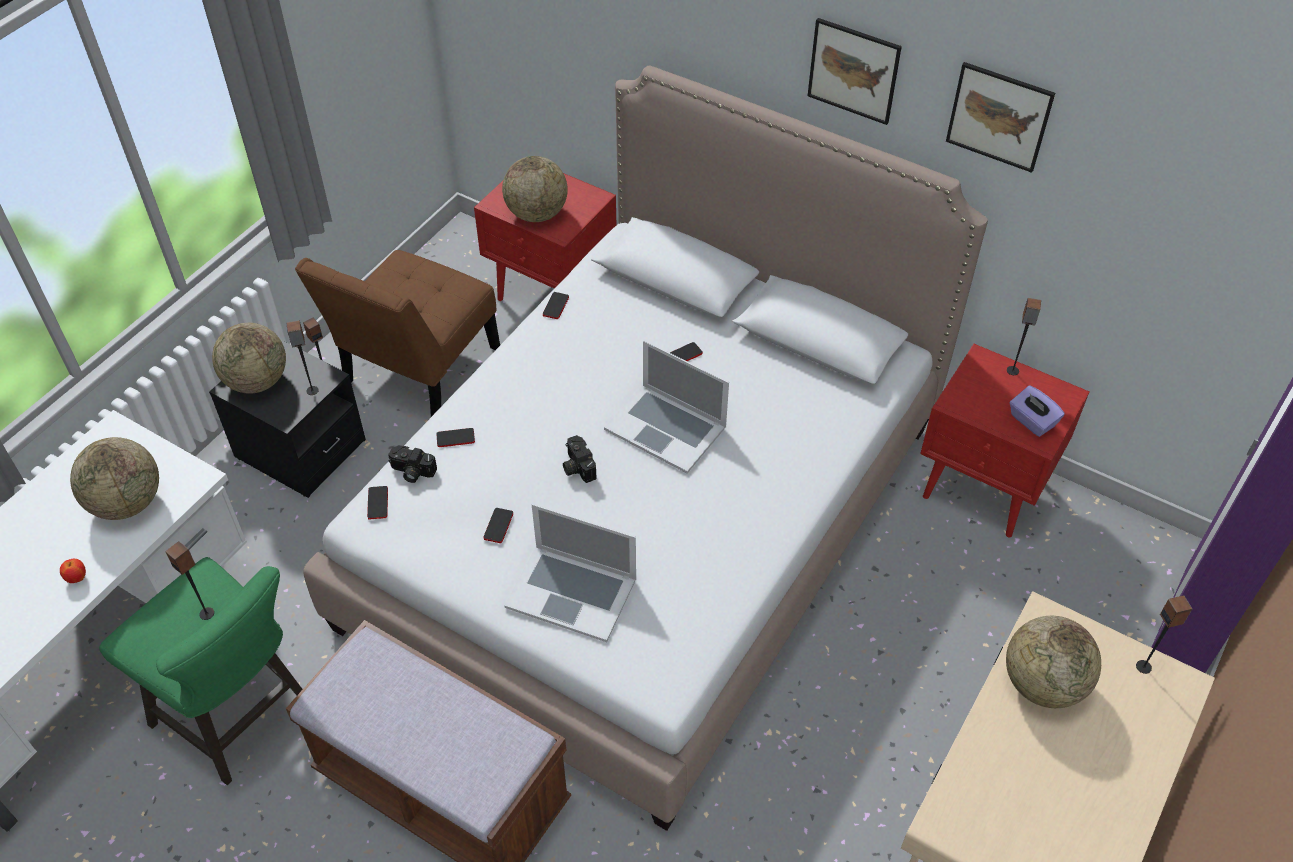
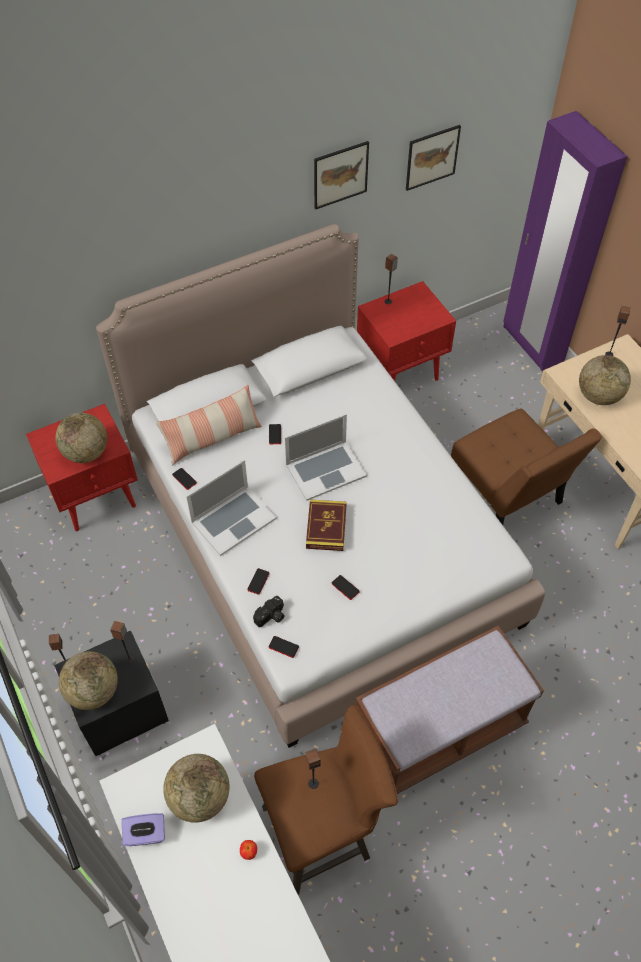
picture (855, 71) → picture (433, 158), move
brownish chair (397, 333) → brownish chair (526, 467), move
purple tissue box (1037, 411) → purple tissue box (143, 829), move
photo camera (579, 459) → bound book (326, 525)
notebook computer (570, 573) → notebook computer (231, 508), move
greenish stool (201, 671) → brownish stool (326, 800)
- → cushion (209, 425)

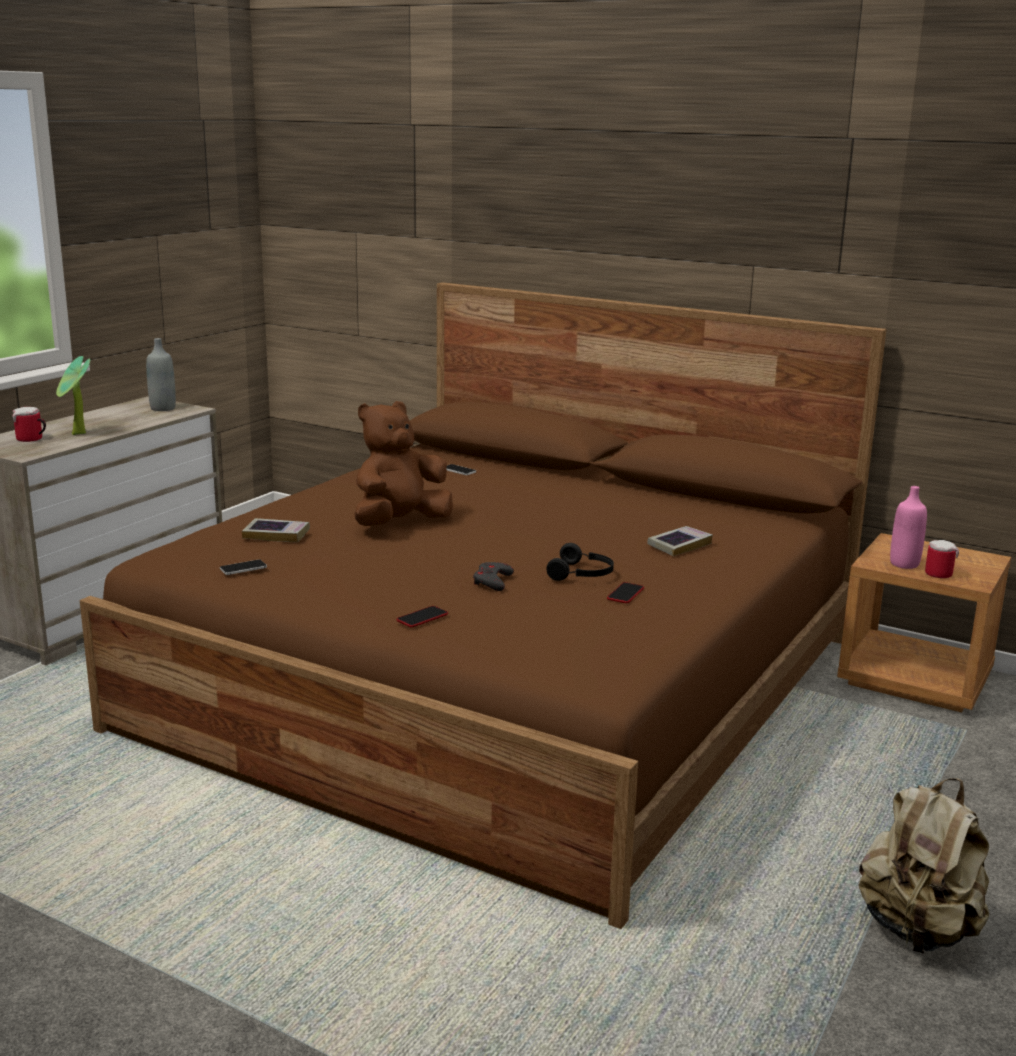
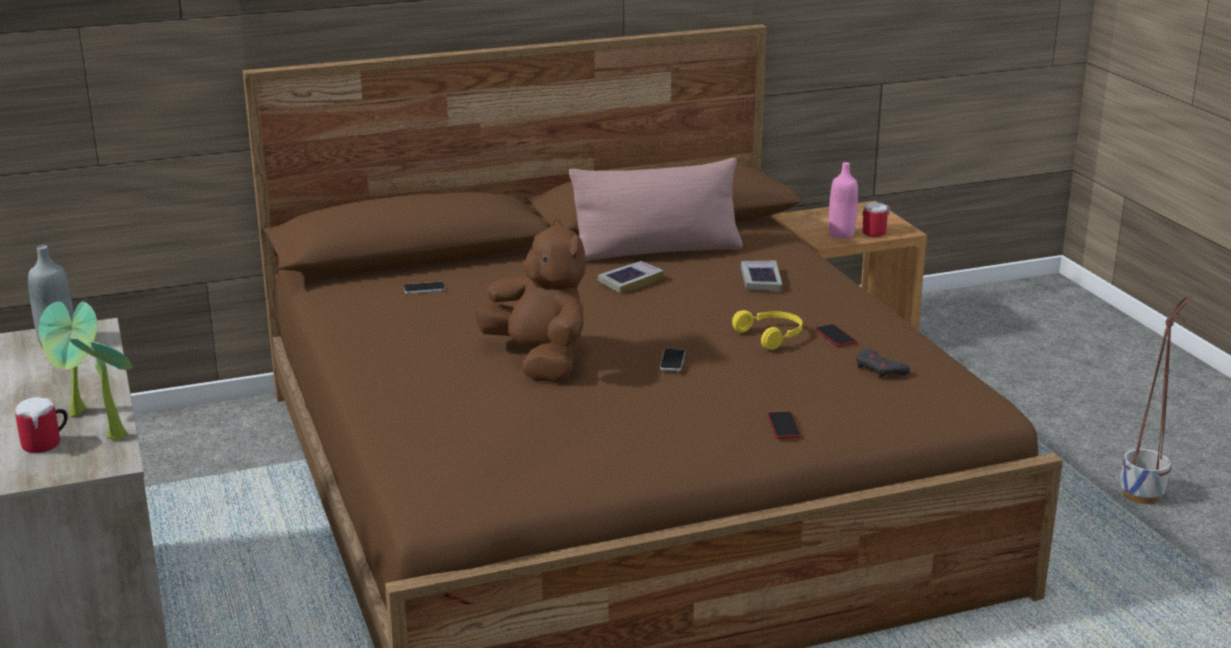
brownish soft toy (403, 463) → brownish soft toy (530, 300), 150 degrees clockwise
bound book (276, 530) → bound book (631, 277), move
black headphones (580, 562) → yellow-coloured headphones (767, 330)
handset (243, 567) → handset (672, 360), move
grey game controller (493, 576) → grey game controller (883, 363), move
beige-coloured knapsack (923, 866) → planter (1156, 399)
- → pink-coloured cushion (656, 209)
- → potted plant (101, 389)

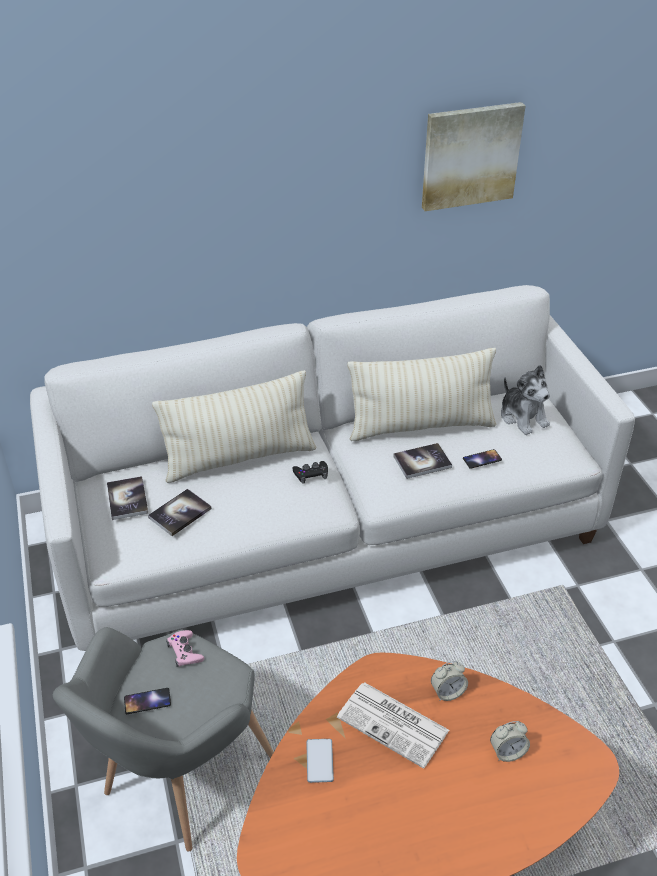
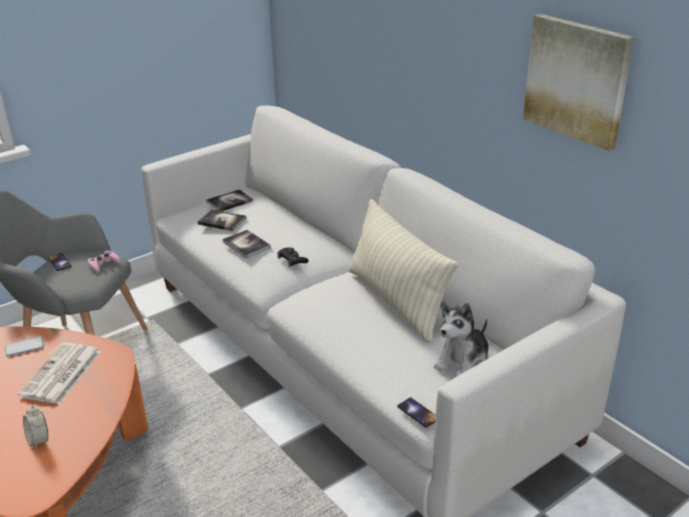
beige-coloured cushion (234, 426) → -
bound book (422, 461) → bound book (246, 244), move
handset (482, 459) → handset (416, 413), move
table clock (449, 681) → -

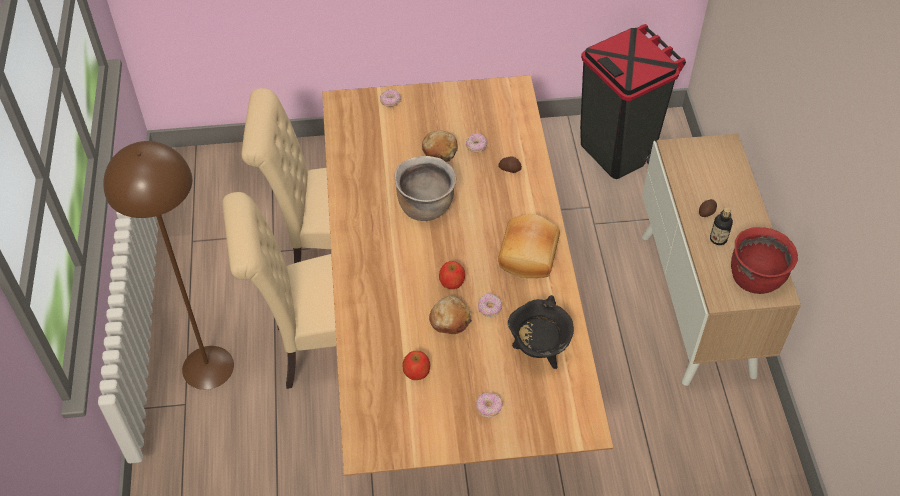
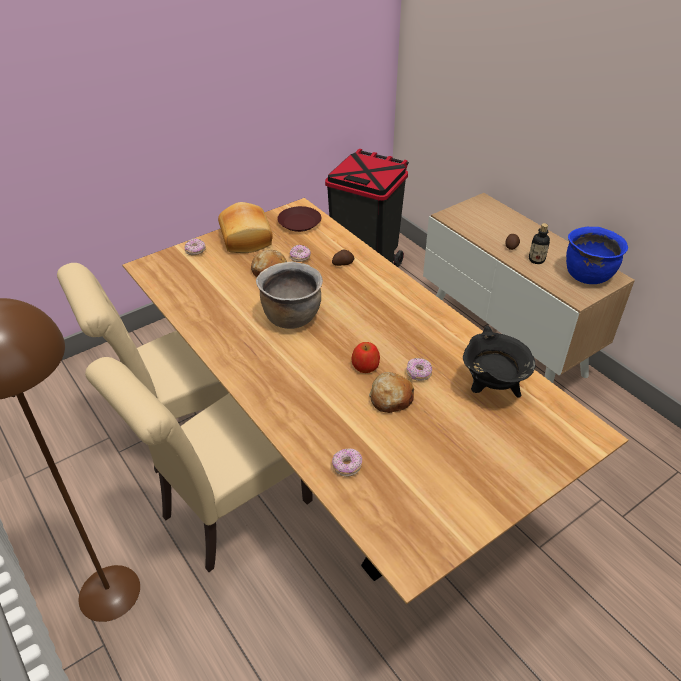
bakery bread (529, 246) → bakery bread (245, 227), move
red-coloured cooking pot (764, 260) → blue-coloured cooking pot (597, 255)
apple fruit (416, 365) → -
donut (489, 405) → donut (347, 462), move
- → brownish plate (299, 219)

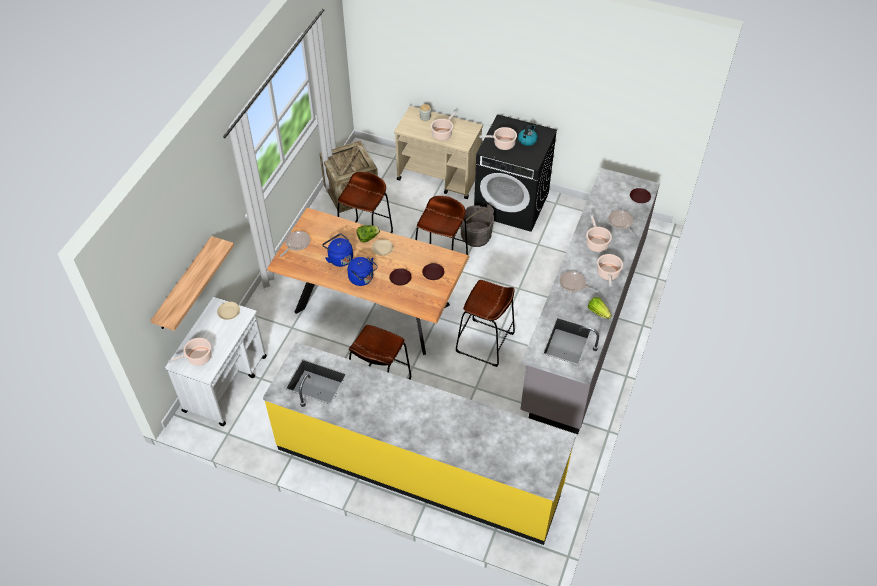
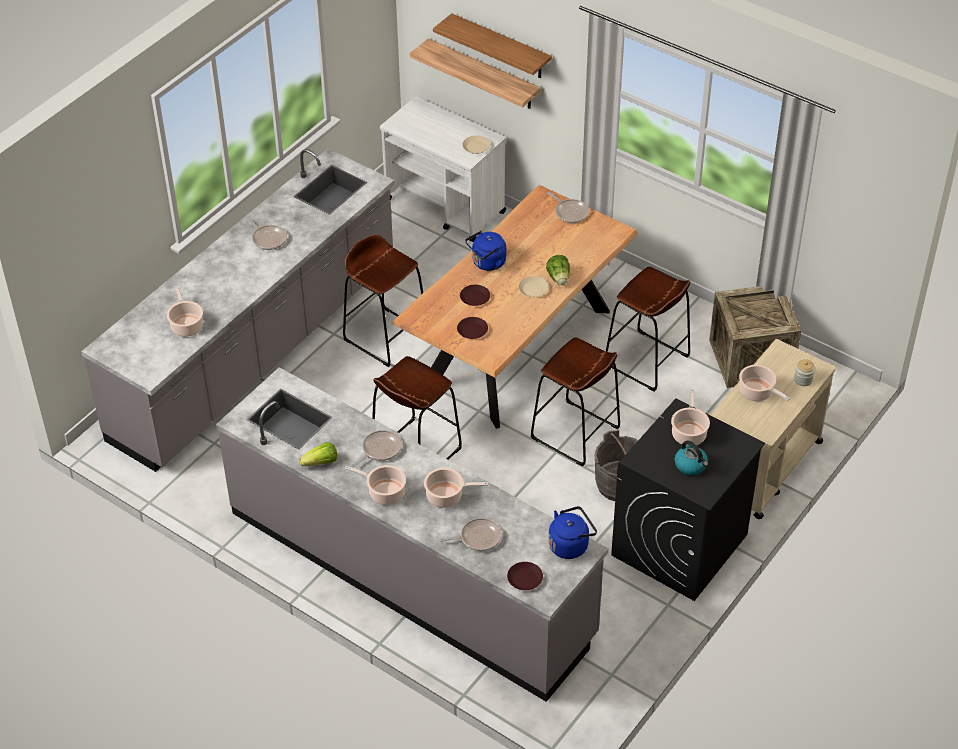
blue-coloured tea kettle (337, 250) → blue-coloured tea kettle (572, 532), move
cooking pot (190, 352) → cooking pot (185, 311), move
yellow-coloured counter (419, 443) → grey counter (238, 310)
- → bracket shelf (492, 45)
- → frying pan (266, 234)

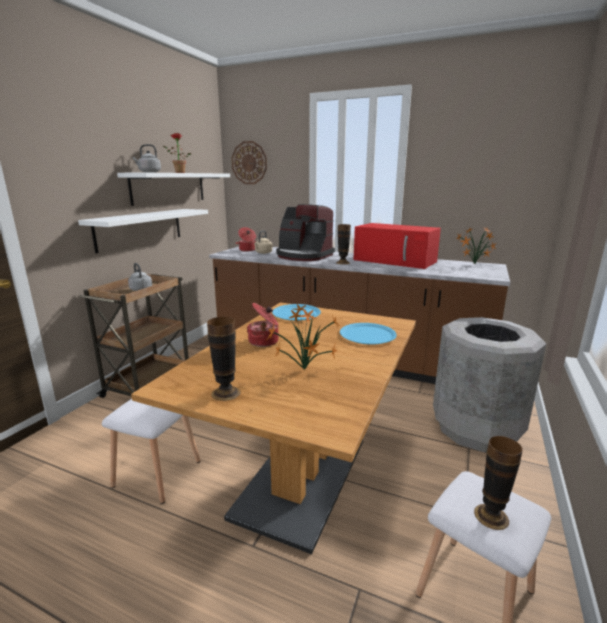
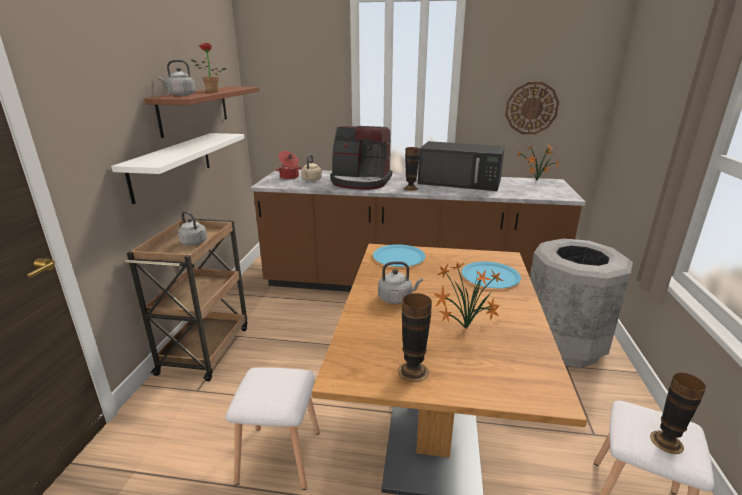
wall clock (249, 162) → wall clock (532, 108), move
white bracket shelf (173, 189) → brownish bracket shelf (202, 112)
red-coloured kitchen microwave (397, 246) → black kitchen microwave (461, 166)
cooking pot (263, 325) → grey tea kettle (400, 282)

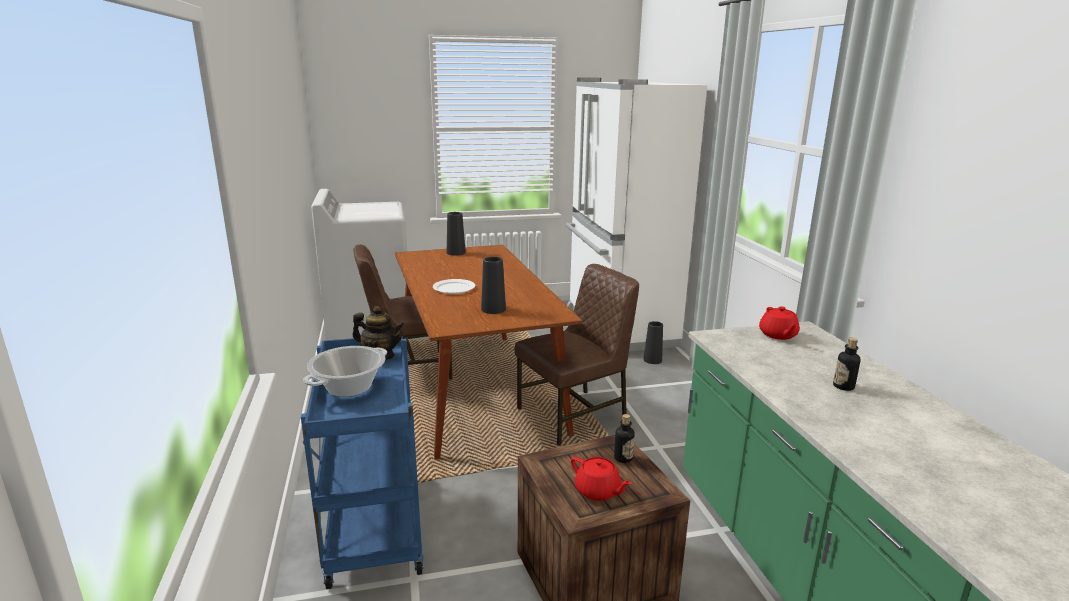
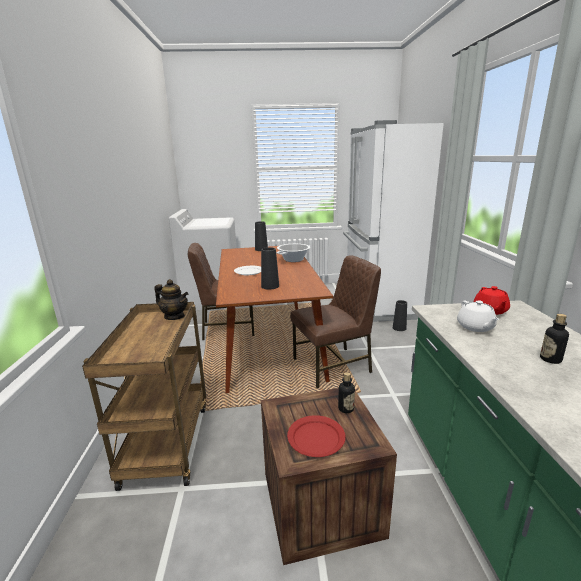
blue-coloured trolley (362, 462) → brownish trolley (144, 396)
cooking pot (345, 371) → cooking pot (293, 253), move
red-coloured tea pot (601, 479) → red-coloured plate (316, 436)
- → white tea pot (478, 316)

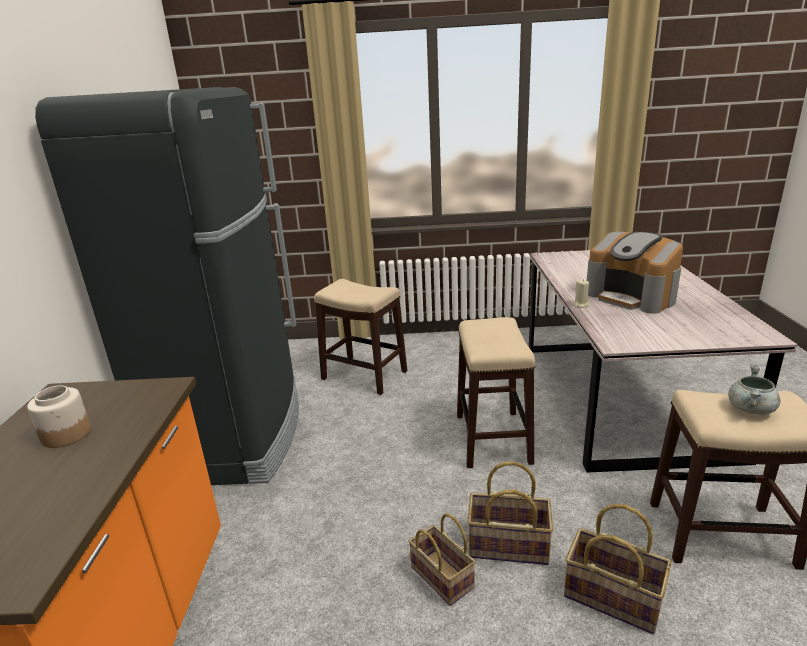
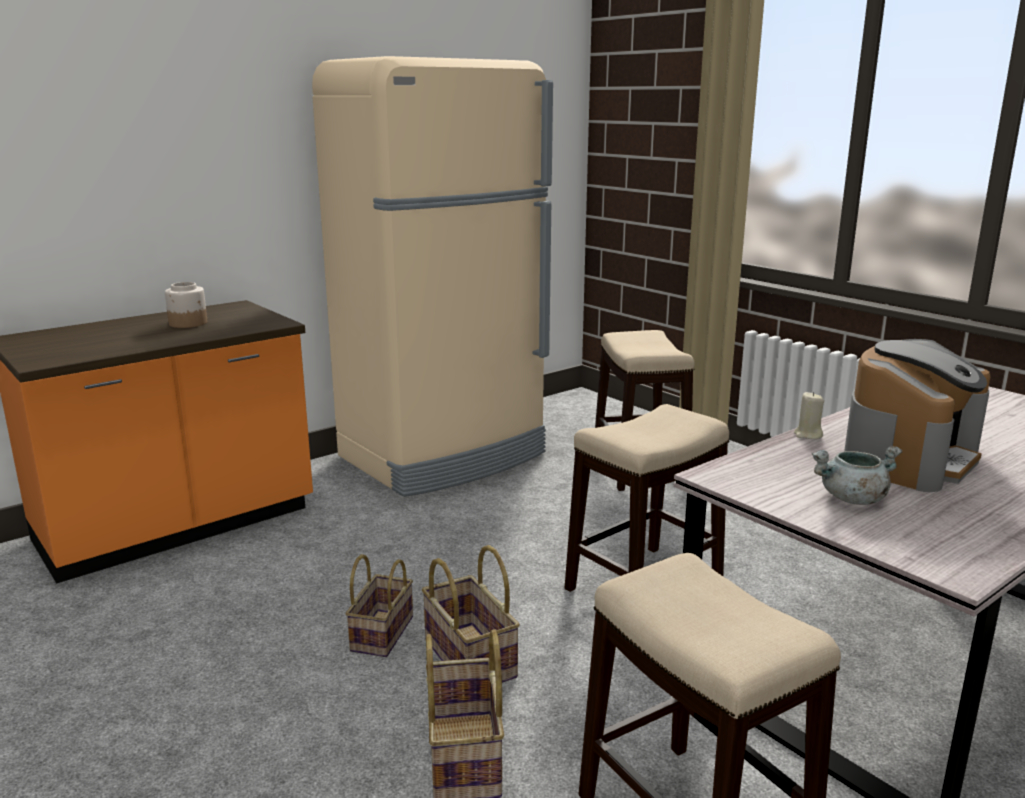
black refrigerator (167, 286) → beige-coloured refrigerator (432, 276)
coffee maker (635, 273) → coffee maker (917, 415), 150 degrees counterclockwise
grey cooking pot (754, 389) → grey cooking pot (857, 475), move

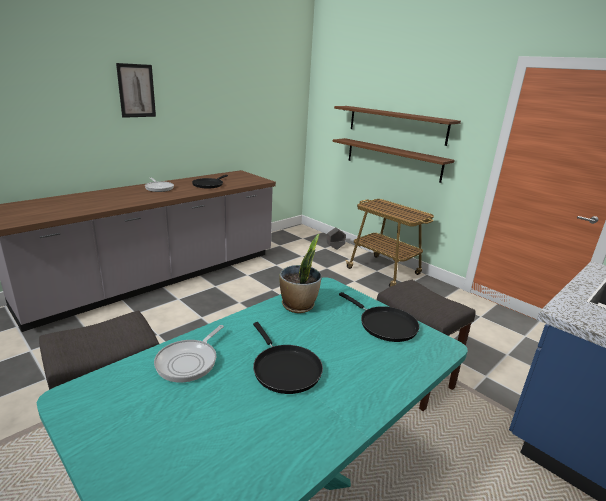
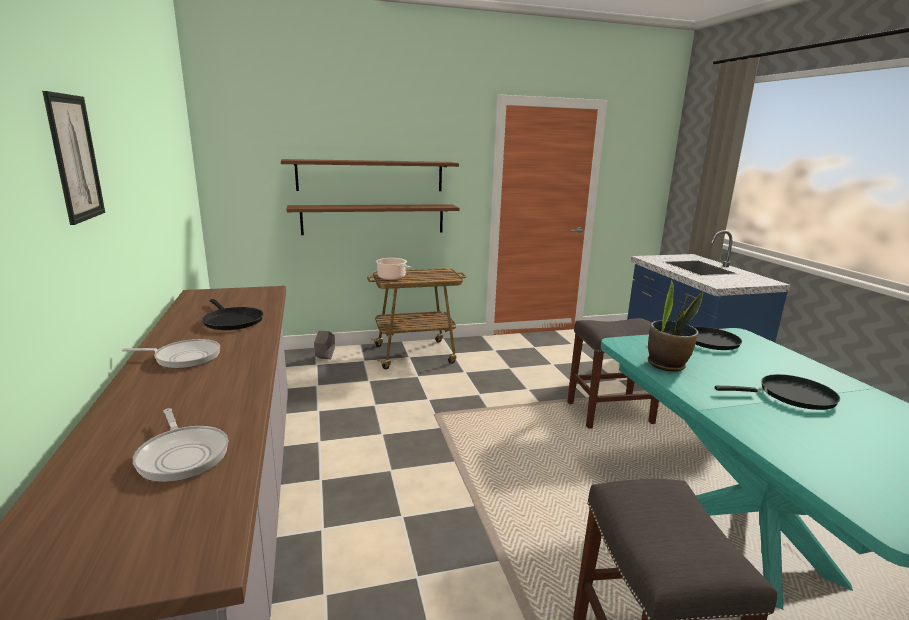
frying pan (189, 353) → frying pan (180, 445), move
- → cooking pot (393, 269)

